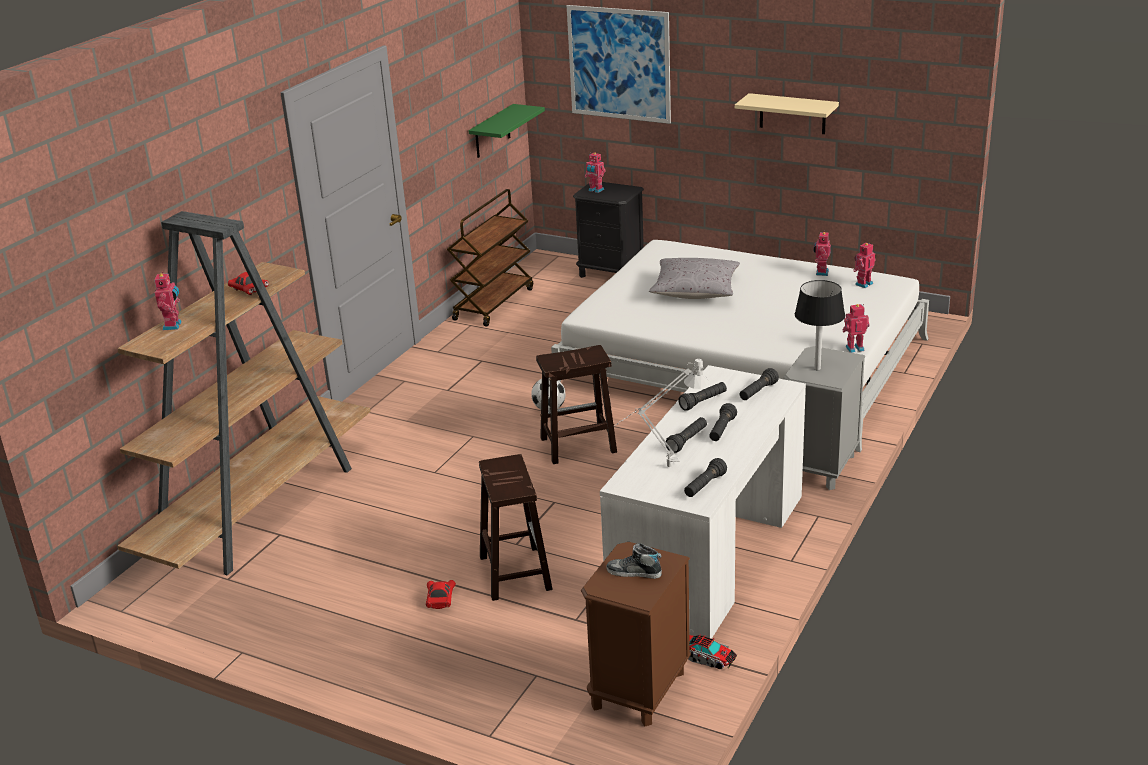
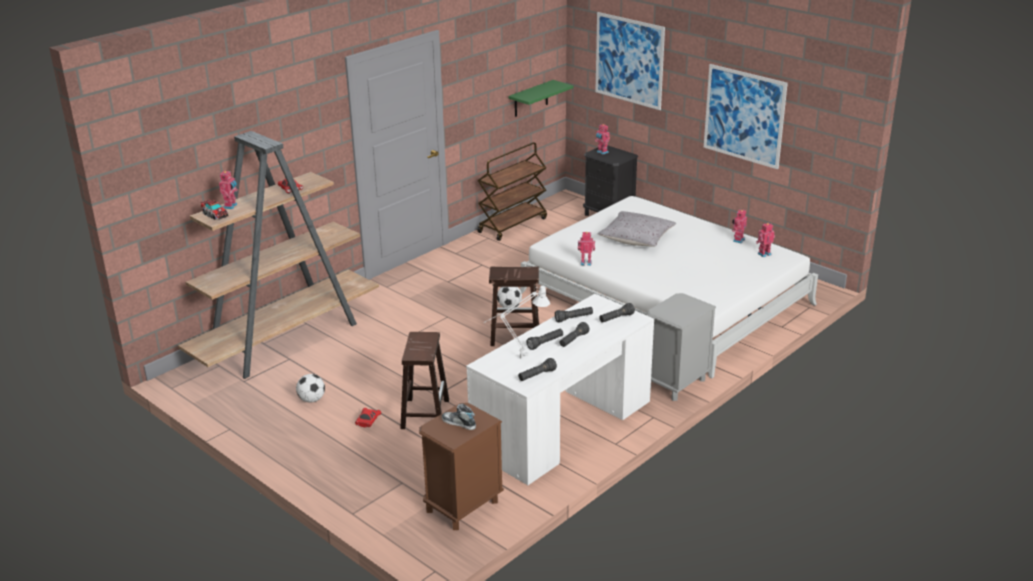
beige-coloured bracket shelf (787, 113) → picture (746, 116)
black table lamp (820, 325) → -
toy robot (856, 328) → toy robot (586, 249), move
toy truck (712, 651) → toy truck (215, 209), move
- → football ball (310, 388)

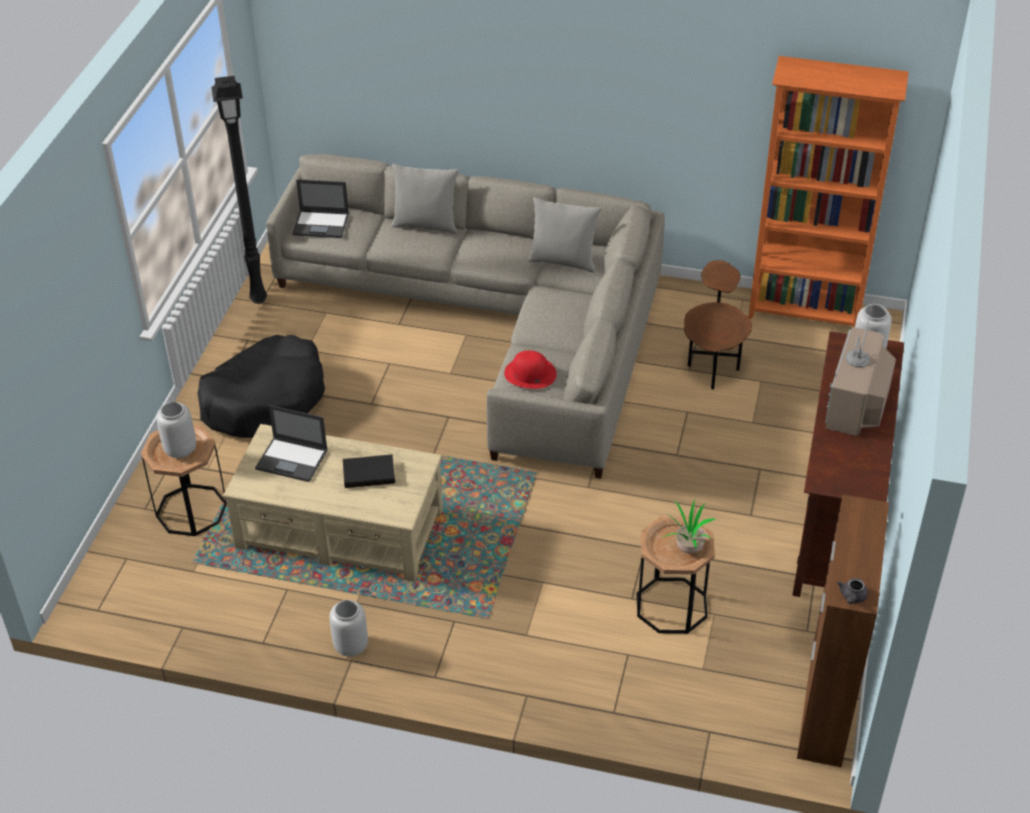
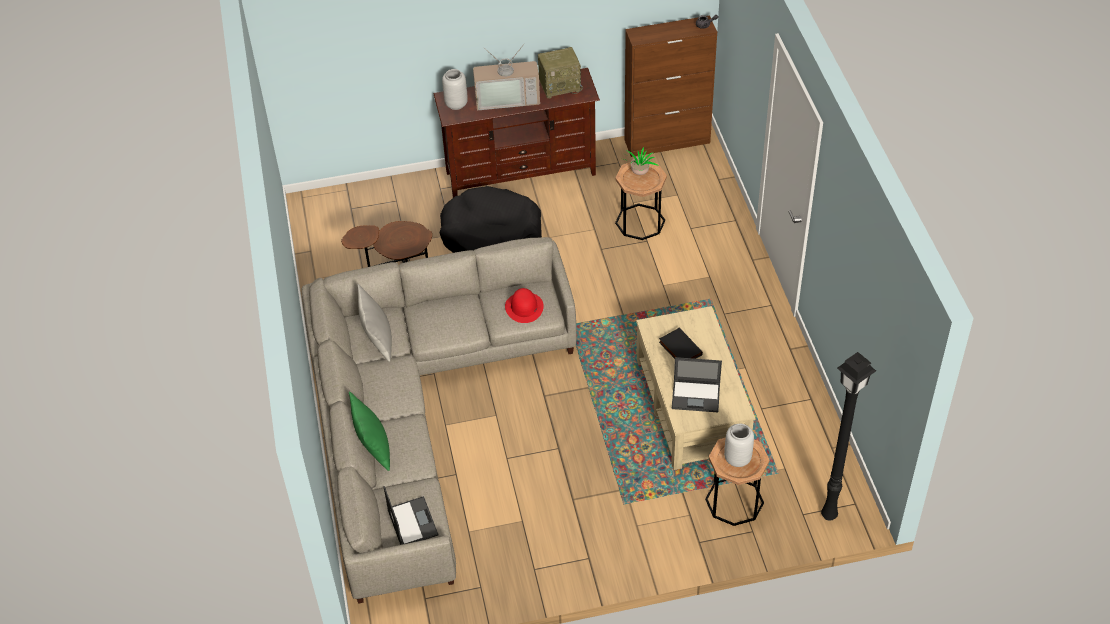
orangey shelving unit (828, 191) → -
black floor lamp (239, 190) → black floor lamp (848, 436), move
grey cushion (425, 199) → greenish cushion (369, 431)
black pet bed (261, 386) → black pet bed (490, 219), move
notebook computer (291, 443) → notebook computer (697, 384), 105 degrees clockwise
grey vase (349, 628) → -
- → radio receiver (560, 72)

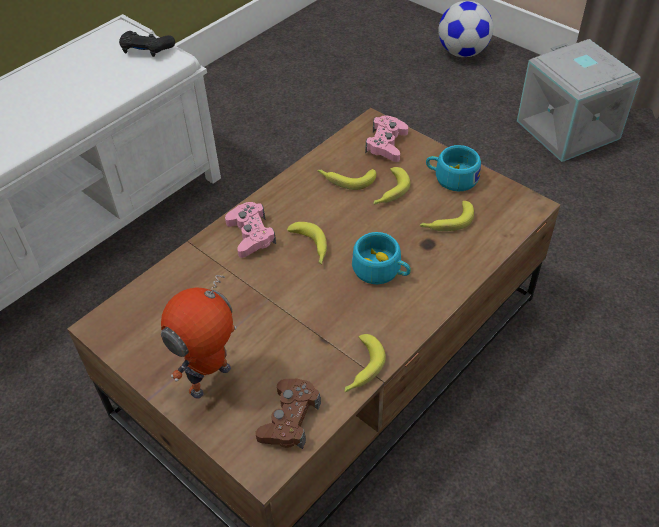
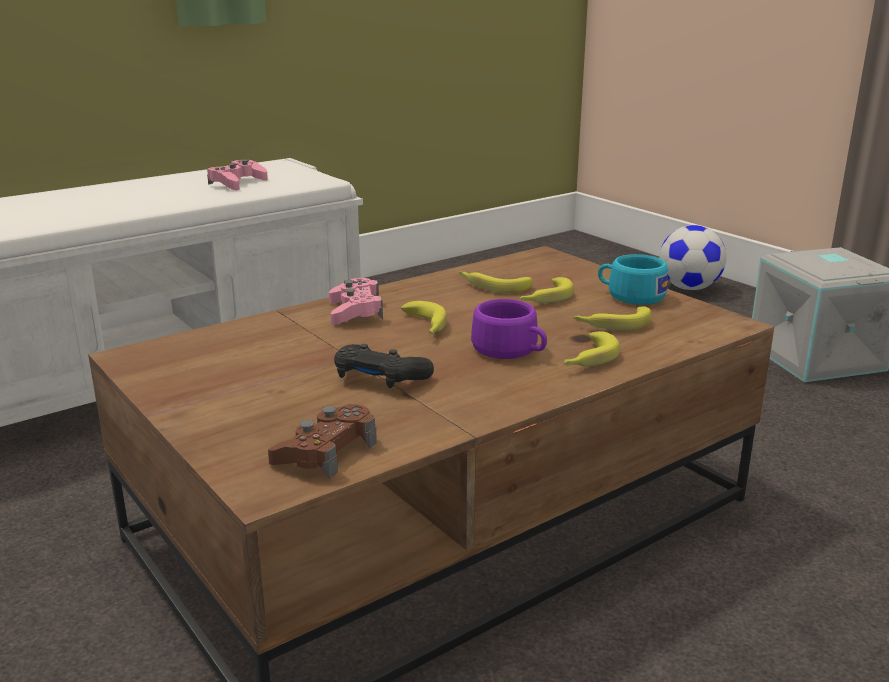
black game controller (147, 44) → black game controller (384, 366), move
pink-coloured game controller (386, 138) → pink-coloured game controller (237, 174), move
turquoise-coloured cup (381, 258) → purple cup (509, 329)
toy robot (199, 336) → -
banana fruit (365, 363) → banana fruit (592, 349), move

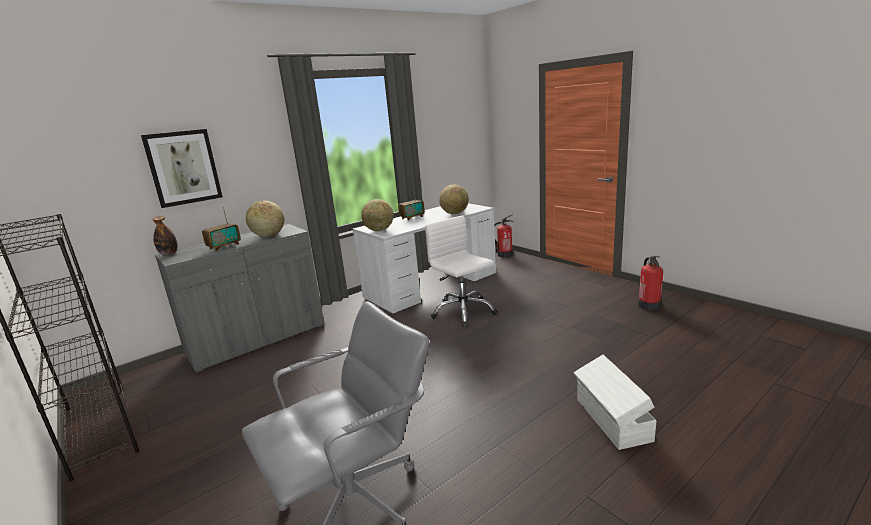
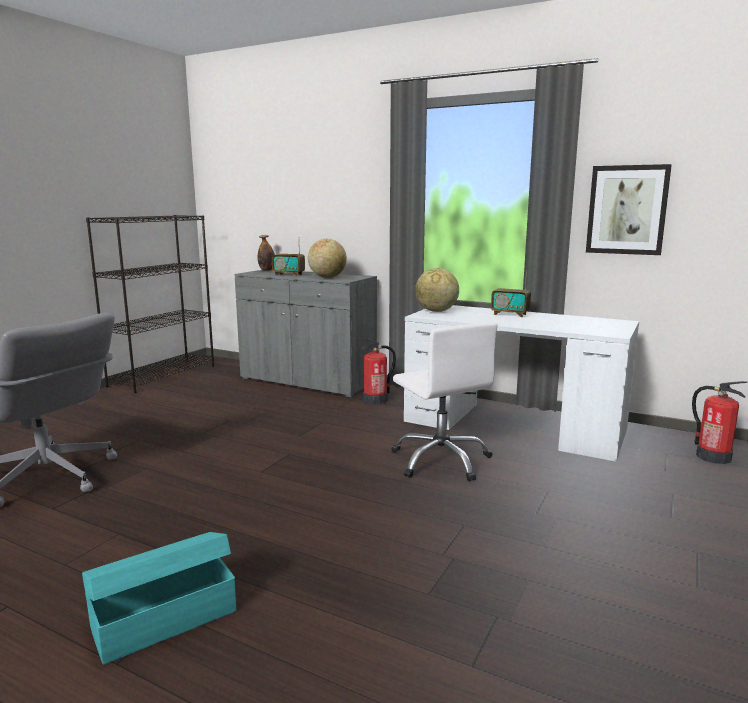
picture (182, 168) → picture (629, 209), move
globe (454, 199) → -
white computer chair (461, 271) → white computer chair (444, 402), 120 degrees clockwise
extinguisher (650, 283) → extinguisher (378, 371), move
white storage box (615, 402) → turquoise-coloured storage box (159, 598)

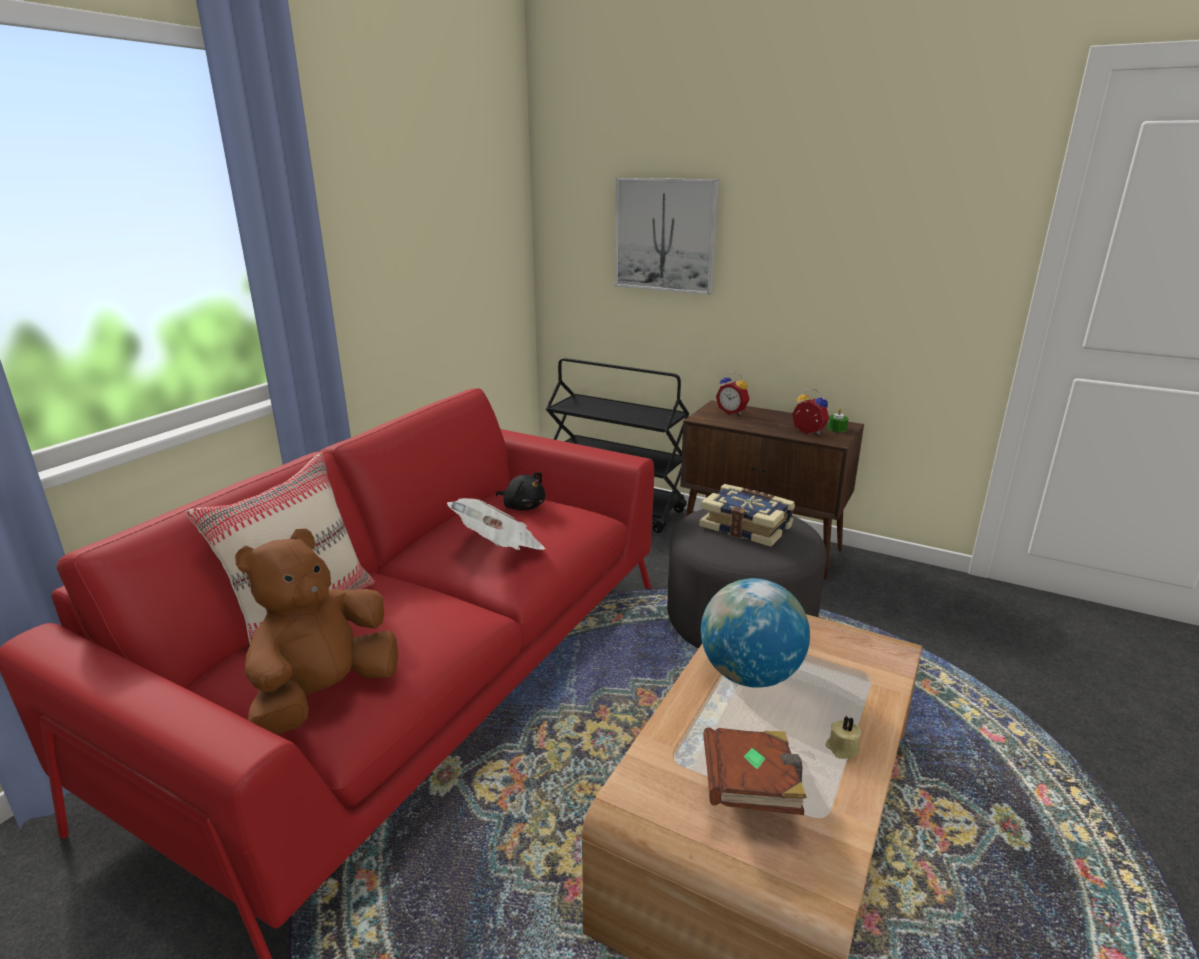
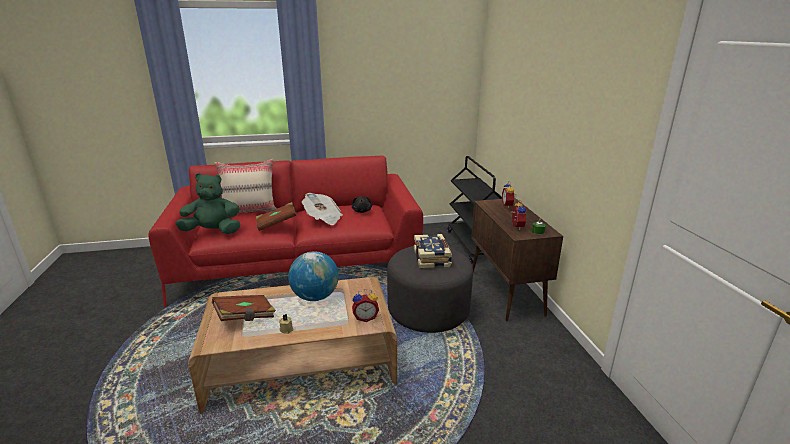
picture (667, 236) → -
brownish soft toy (317, 631) → greenish soft toy (207, 203)
- → brownish bound book (276, 216)
- → table clock (365, 305)

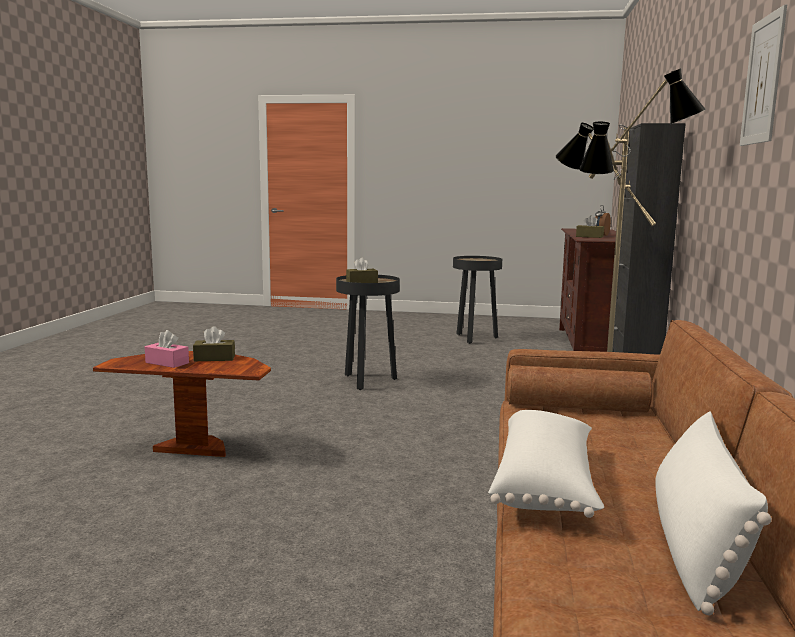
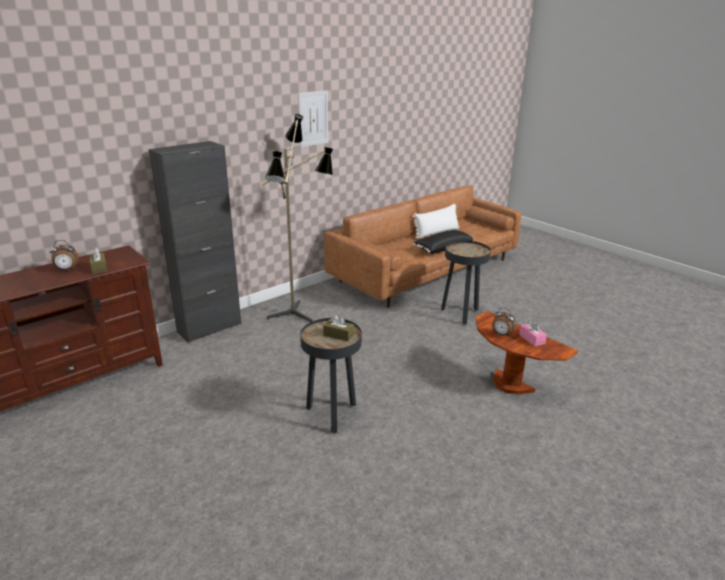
black side table (477, 300) → black side table (466, 282), move
brownish tissue box (214, 343) → table clock (504, 322)
white cushion (546, 464) → black cushion (443, 242)

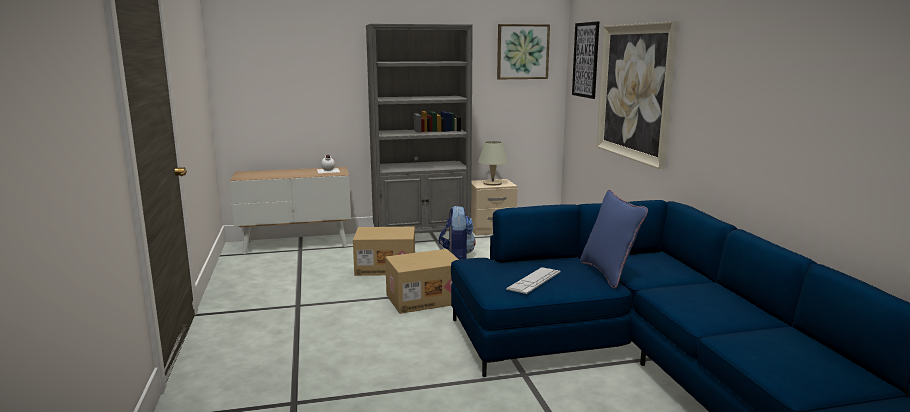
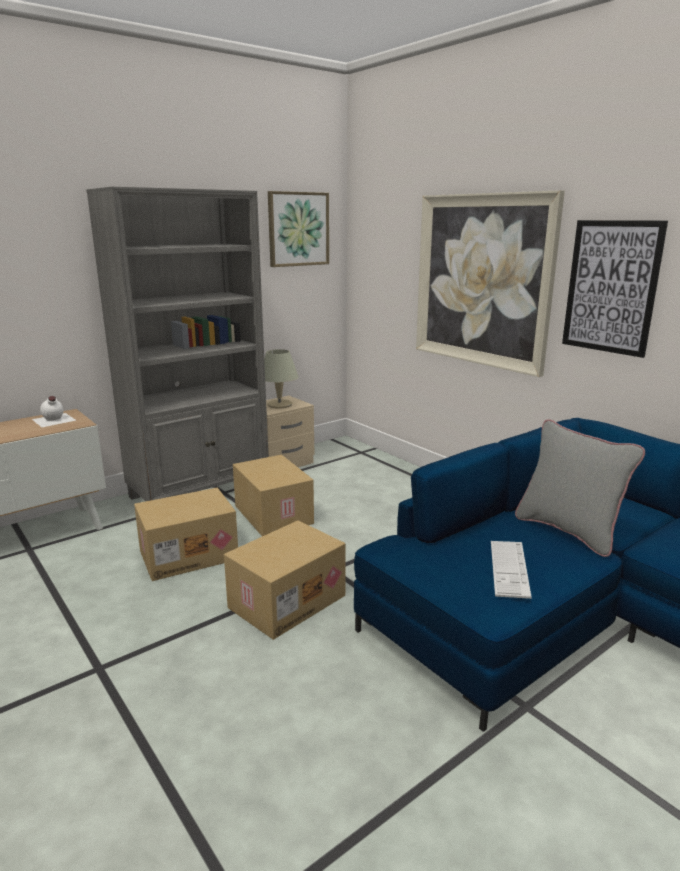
picture (585, 60) → picture (615, 289), move
blue-coloured cushion (614, 239) → grey cushion (580, 488)
knapsack (457, 233) → packing box (273, 495)

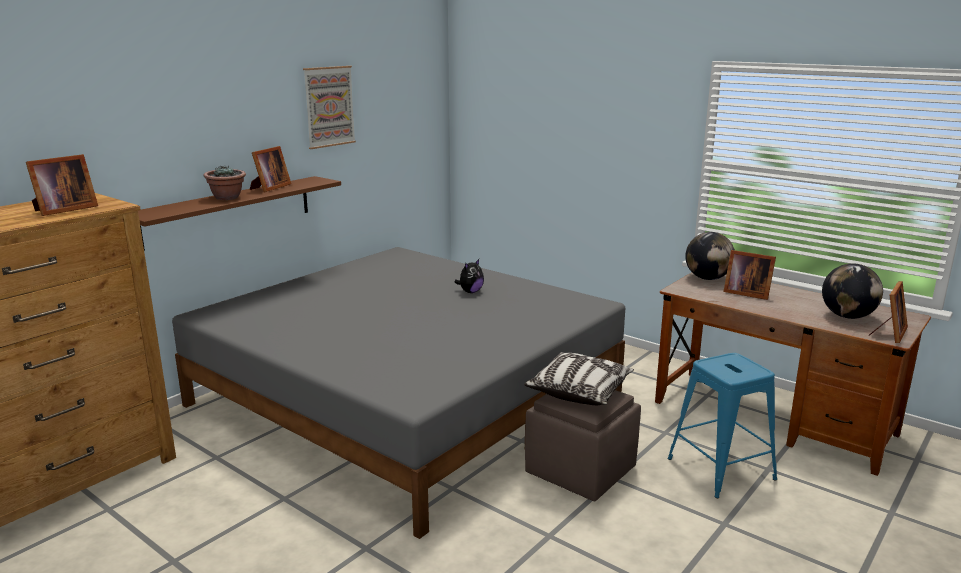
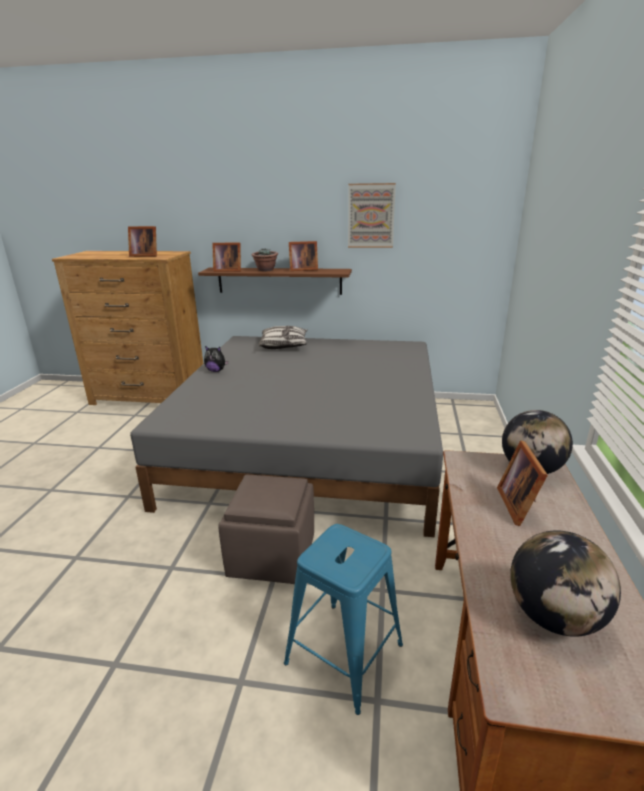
soft toy (469, 276) → soft toy (216, 359), move
photo frame (888, 312) → photo frame (226, 257), move
cushion (579, 378) → cushion (283, 337), move

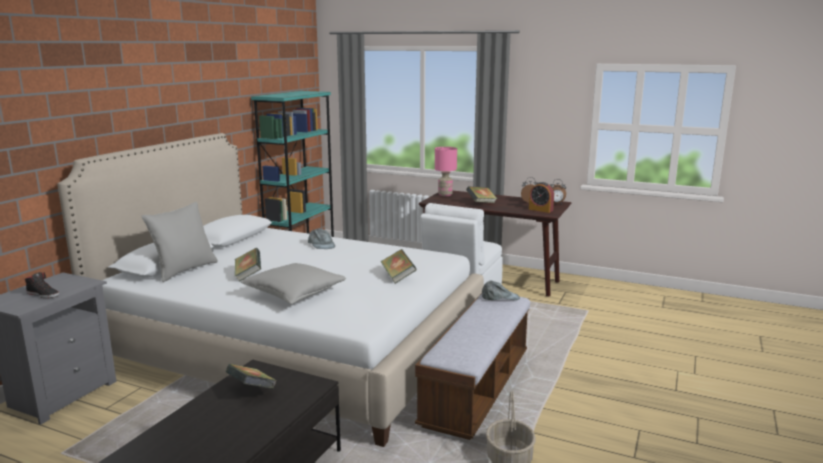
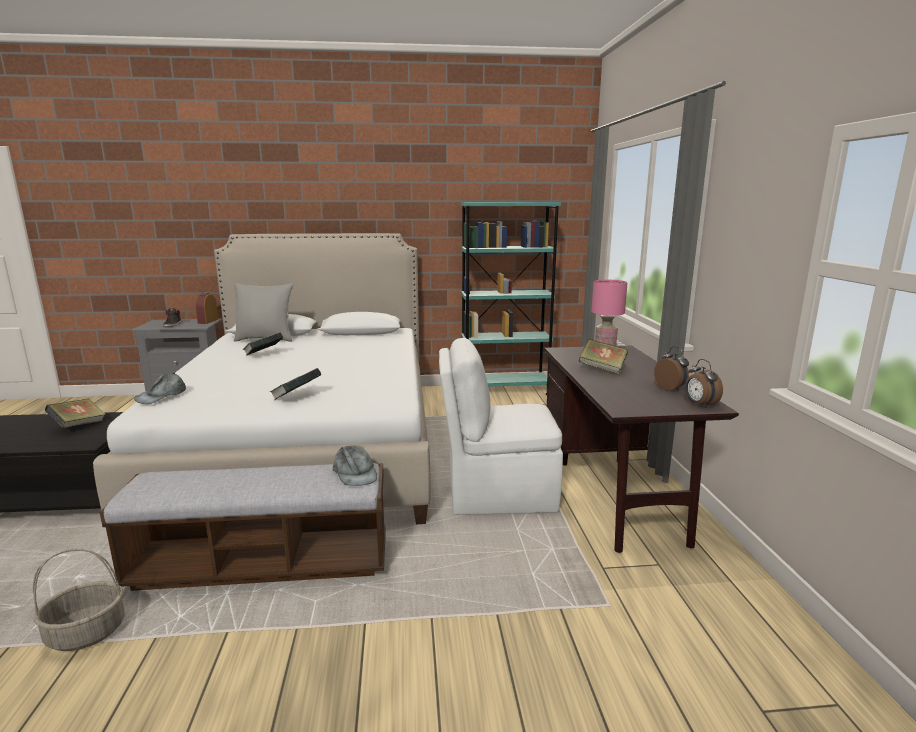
table clock (541, 197) → table clock (206, 308), move
grey cap (321, 239) → grey cap (160, 388), move
grey cushion (293, 283) → -

